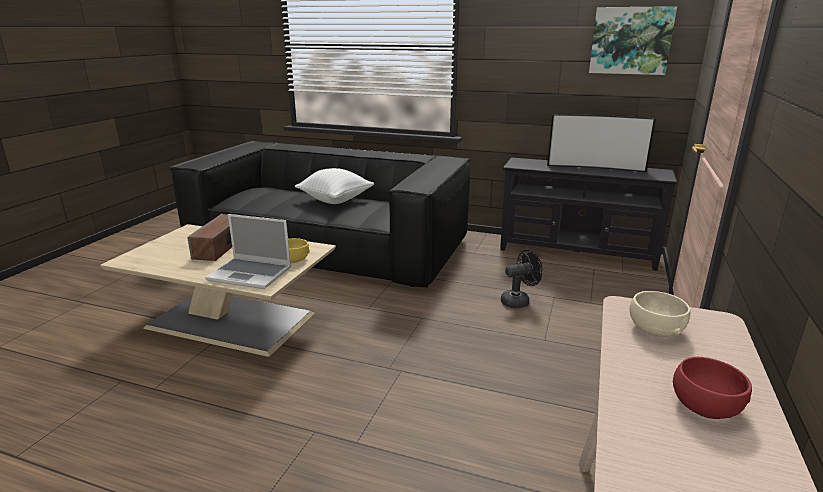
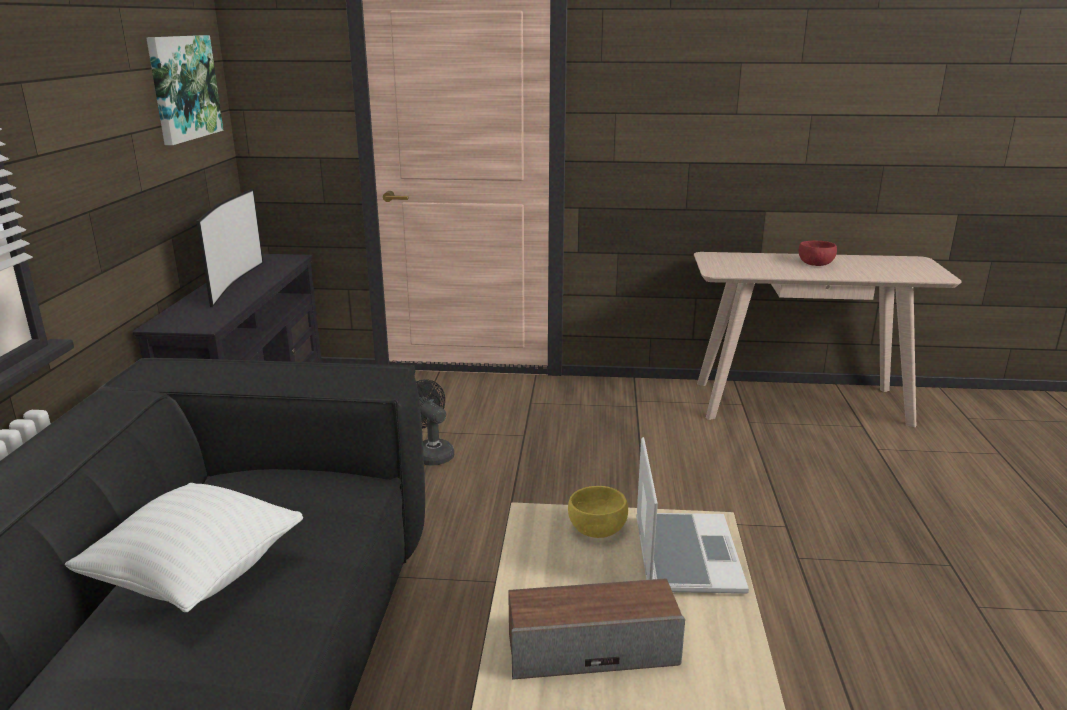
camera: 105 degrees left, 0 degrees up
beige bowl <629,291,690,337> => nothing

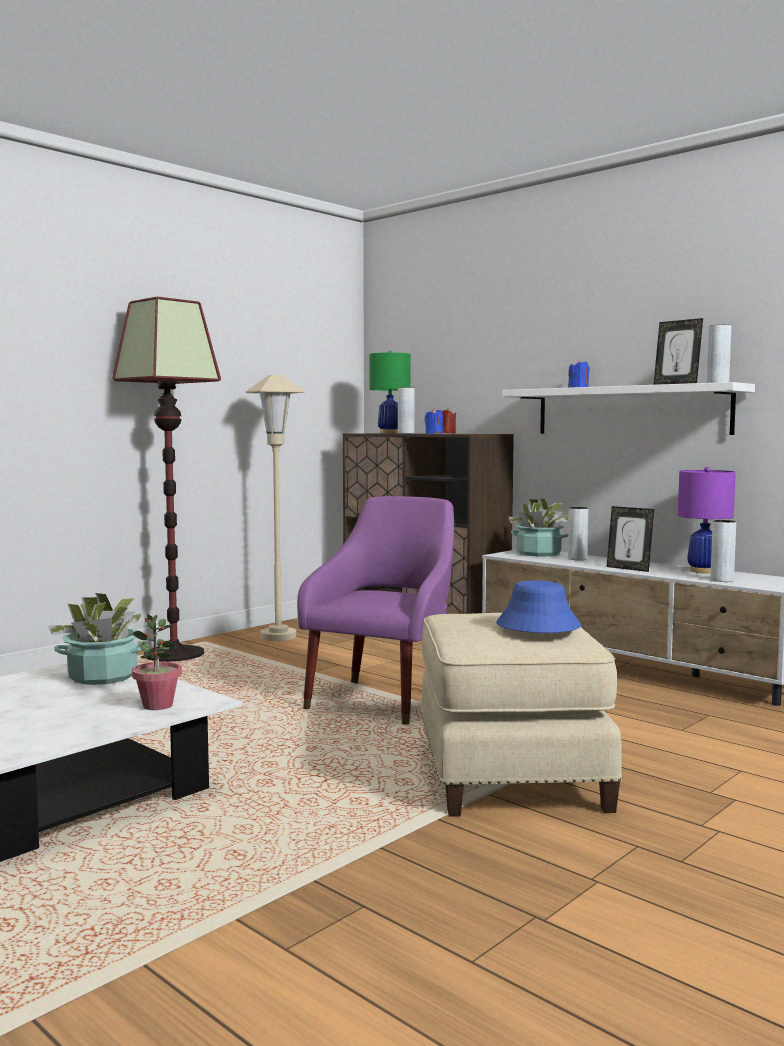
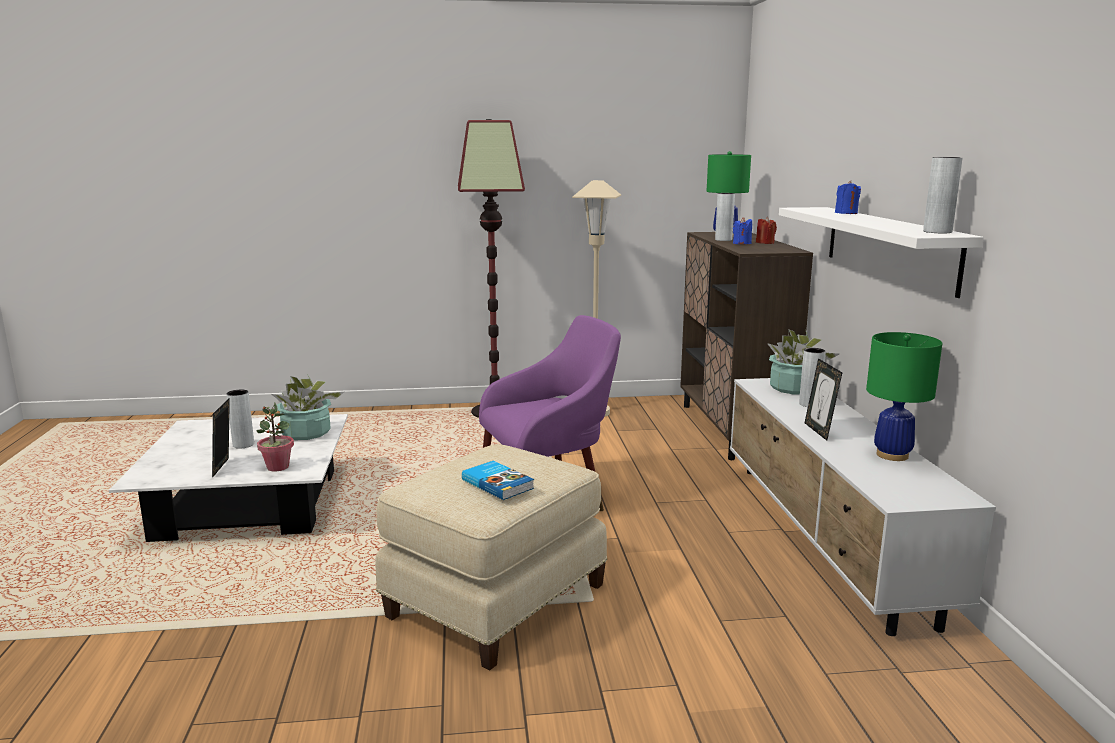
camera: 40 degrees right, 10 degrees up
picture frame <653,318,703,385> => picture frame <212,398,230,478>, relocated
purple table lamp <678,467,736,574> => green table lamp <866,332,943,461>
grey vase <710,520,736,582> => grey vase <226,389,254,448>, relocated
blue hat <496,580,581,633> => book <462,461,534,500>

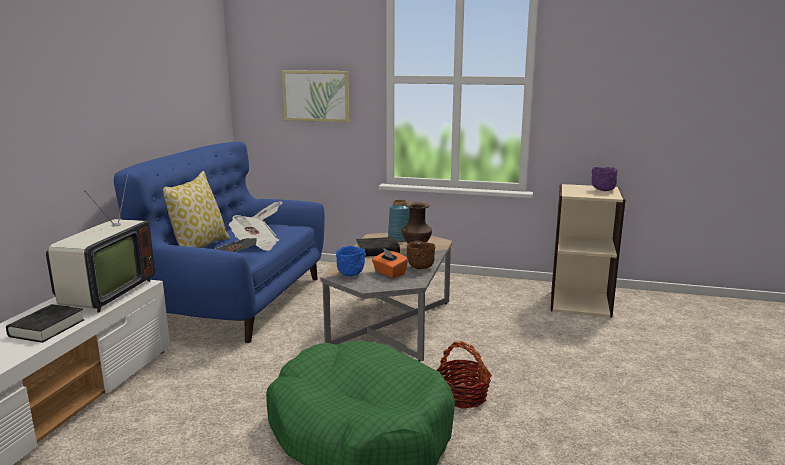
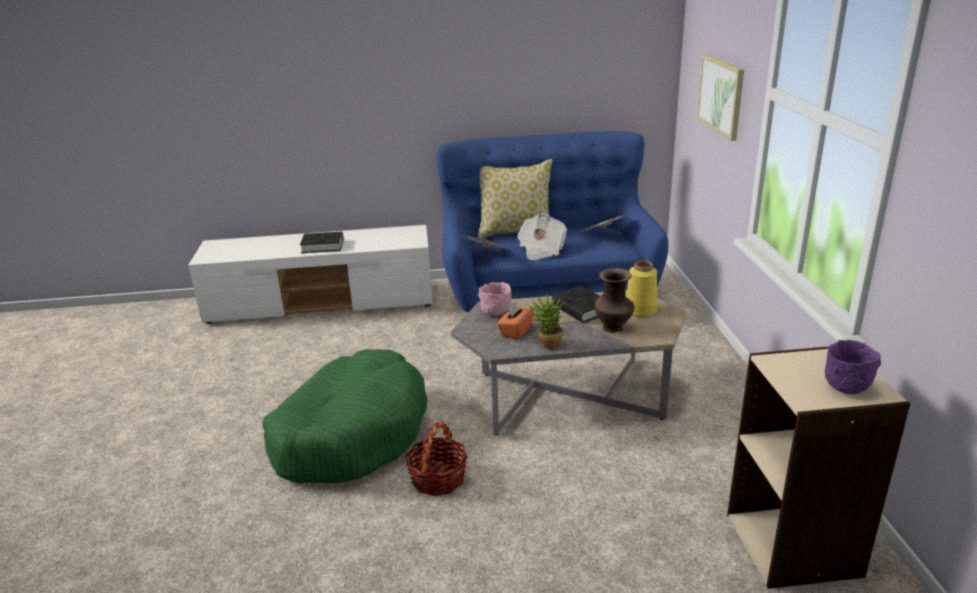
camera: 70 degrees right, 10 degrees up
television <46,174,155,313> => nothing
blue vase <388,199,409,242> => yellow vase <626,260,657,317>
brown bowl <407,241,436,269> => potted plant <526,291,565,349>
blue bowl <336,246,366,276> => pink bowl <478,282,512,316>

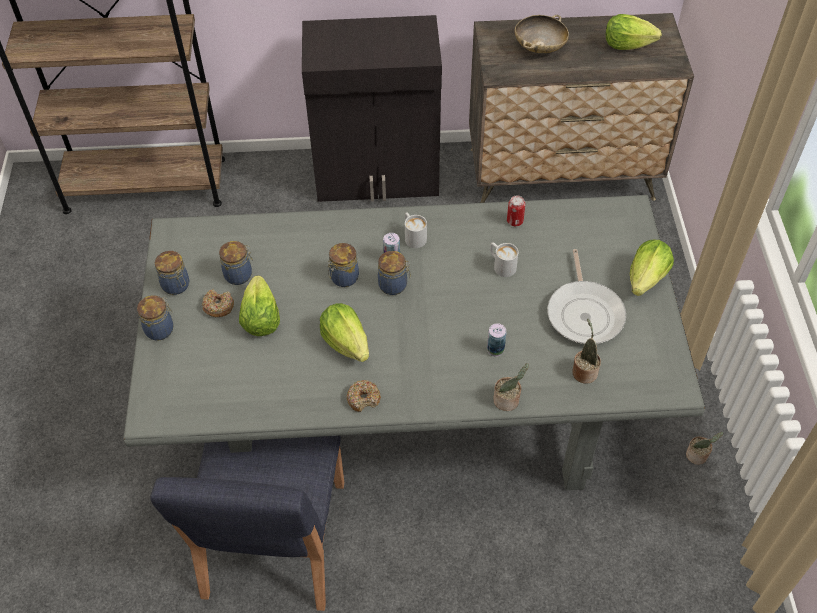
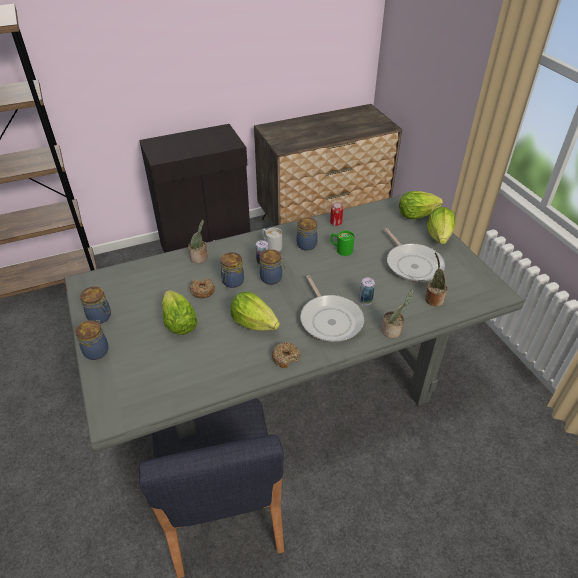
camera: 20 degrees left, 10 degrees down
lettuce <606,14,662,50> => lettuce <399,191,443,219>, relocated
beige bowl <515,15,569,53> => nothing
jar <219,241,253,285> => jar <297,217,318,251>, relocated
white mug <490,242,519,277> => green mug <331,231,355,256>
donut <202,289,234,317> => donut <190,278,215,298>, relocated
potted plant <686,432,723,465> => potted plant <188,220,207,263>, relocated
nothing => frying pan <300,275,364,342>

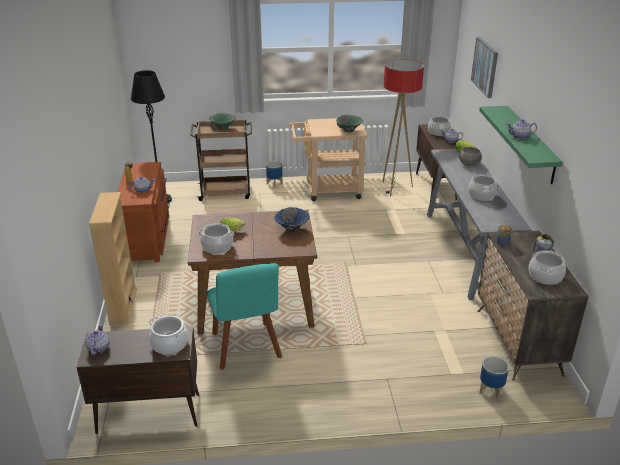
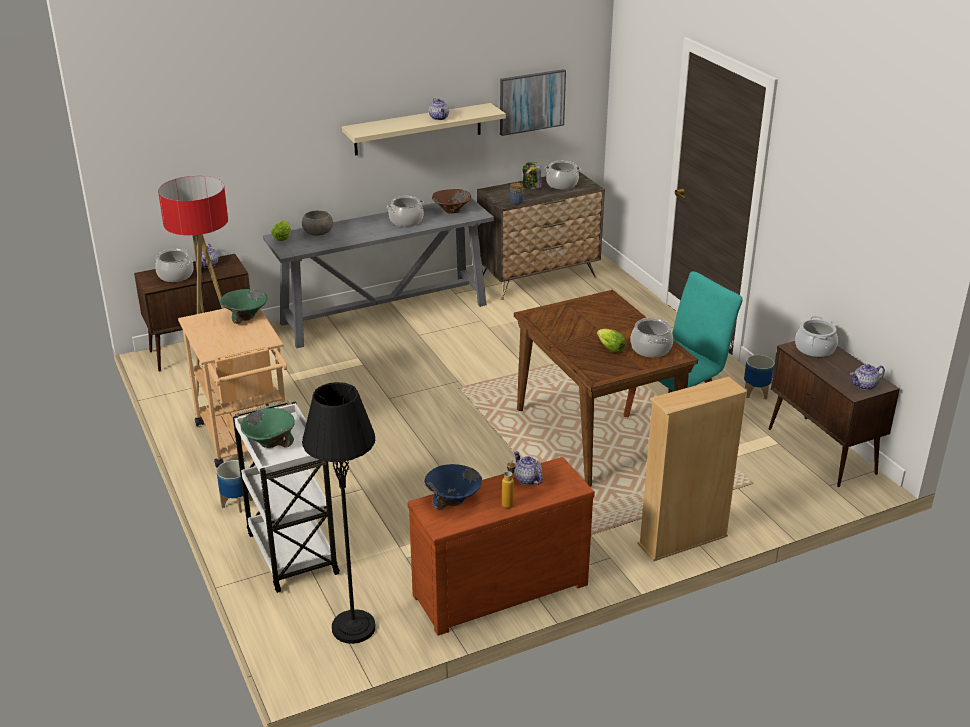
camera: 110 degrees left, 0 degrees up
picture <471,37,498,98> => picture <500,69,566,136>, relocated
green shelf <479,106,563,184> => beige shelf <342,103,506,155>
brown cart <190,120,252,201> => white cart <233,401,340,593>
blue bowl <274,207,309,232> => blue bowl <424,464,482,510>, relocated
planter <479,356,509,399> => planter <744,355,774,399>, relocated
nothing => brown bowl <432,189,471,214>

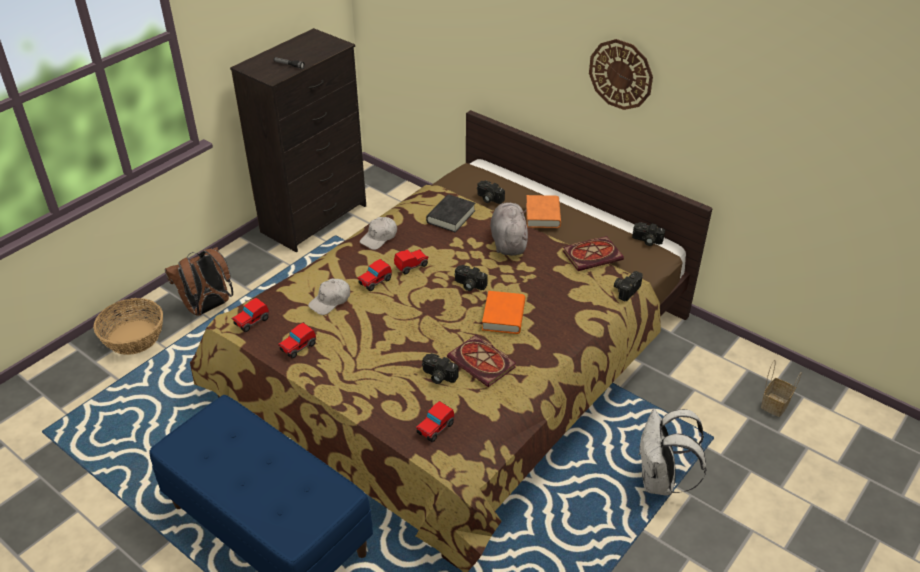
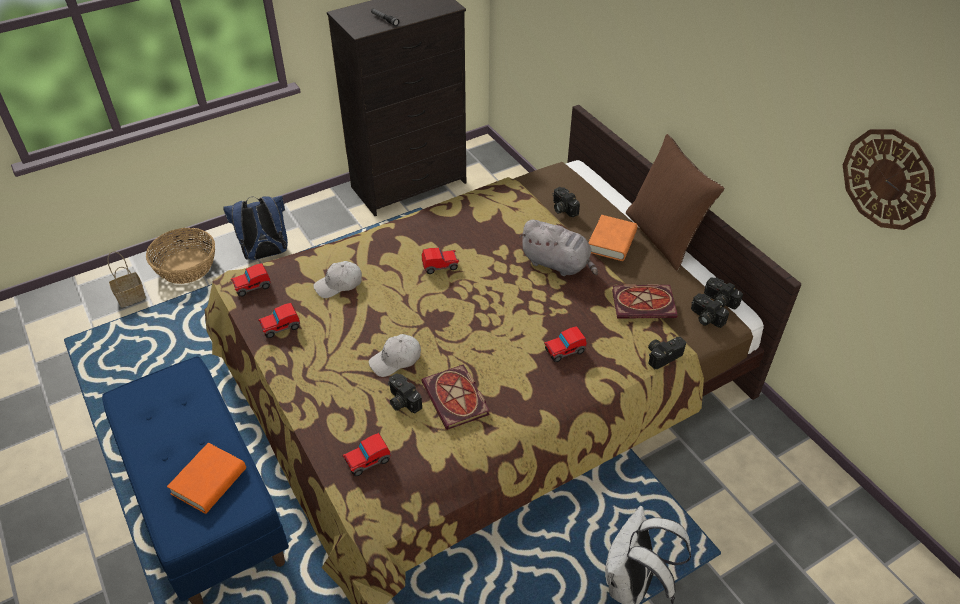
camera: 20 degrees right, 5 degrees up
wall clock <589,39,653,110> => wall clock <843,129,936,230>, relocated
black book <426,194,475,233> => nothing
grey plush toy <490,202,528,256> => grey plush toy <519,220,598,276>, 105 degrees clockwise
white cap <360,217,397,250> => white cap <369,334,421,377>, relocated
brown backpack <165,247,233,316> => blue backpack <223,196,288,260>
toy car <358,259,392,291> => toy car <544,326,587,362>, relocated
photo camera <454,265,488,291> => photo camera <691,293,729,328>, relocated
orange book <482,291,525,334> => orange book <167,443,246,514>, relocated
basket <761,360,802,417> => basket <107,251,146,308>, relocated
nothing => brown pillow <626,134,725,271>

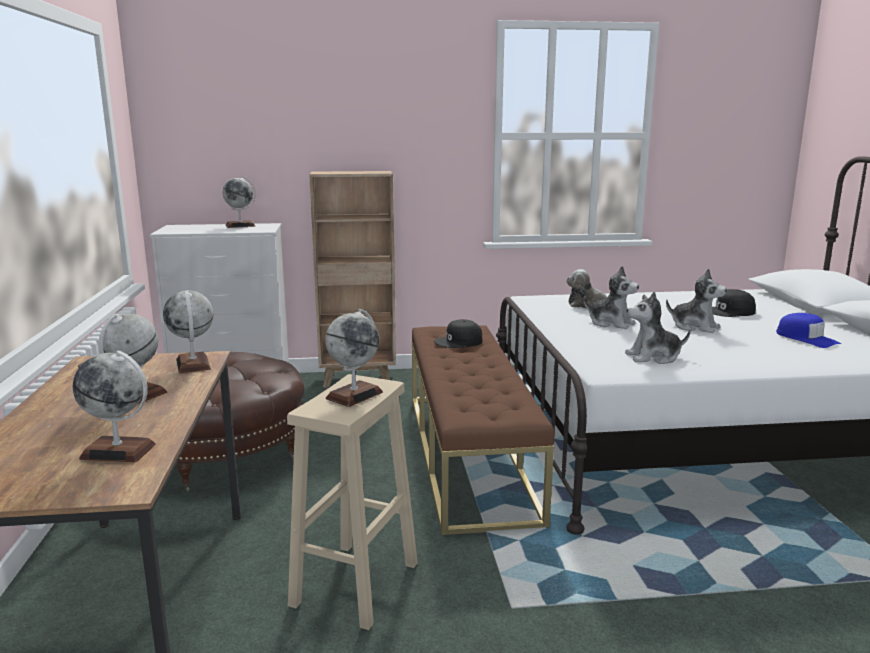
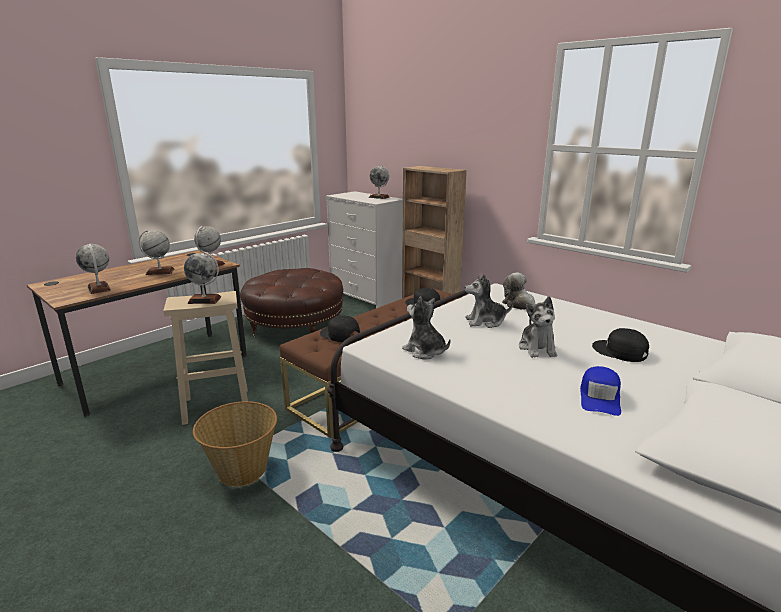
camera: 50 degrees right, 5 degrees up
plush toy <584,266,639,329> => plush toy <465,274,513,328>, 90 degrees clockwise
nothing => black cap <320,316,360,342>
nothing => basket <193,401,277,487>

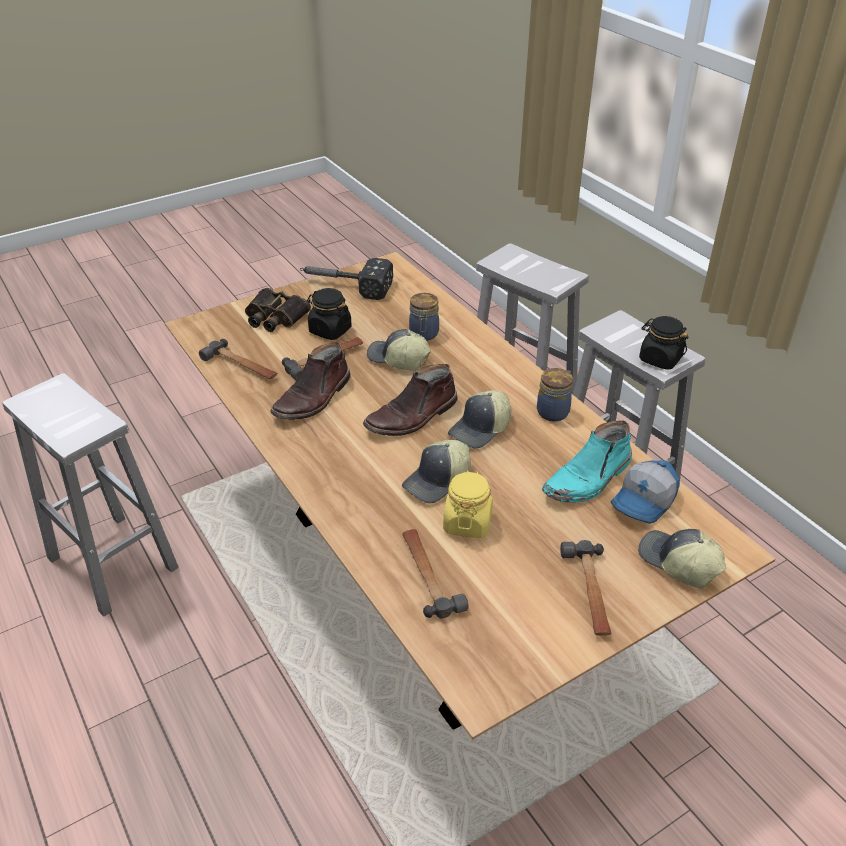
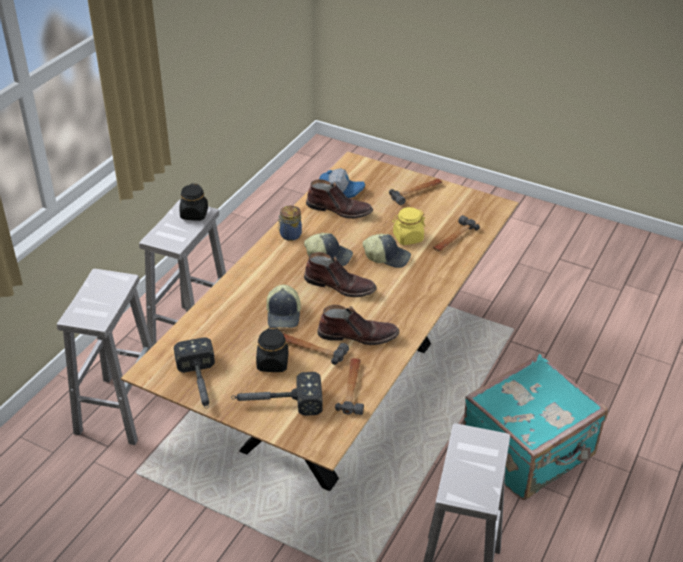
camera: 120 degrees left, 0 degrees up
binoculars <245,288,311,332> => hammer <231,372,322,416>
jar <409,293,439,341> => nothing
turquoise boot <542,420,632,503> => brown boot <306,179,373,219>
cap <638,529,726,588> => nothing
nothing => turquoise suitcase <463,354,608,500>

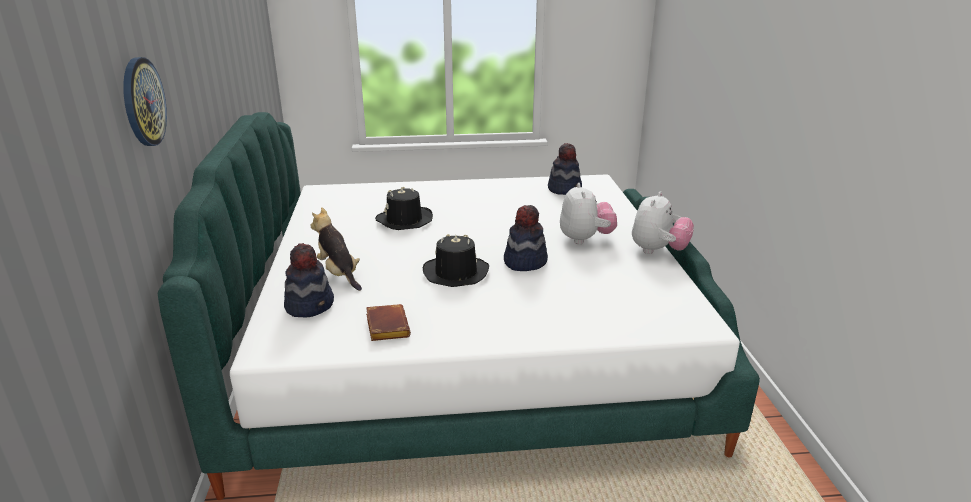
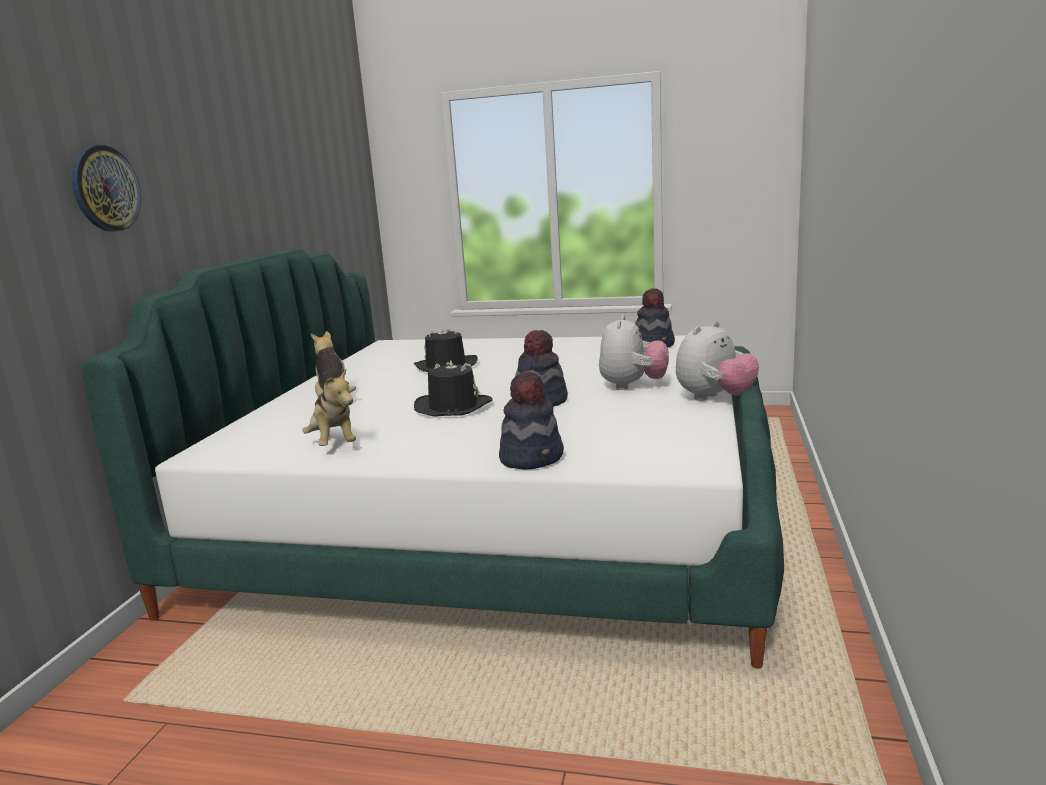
camera: 20 degrees right, 10 degrees down
hat <284,243,334,317> => hat <499,370,564,469>, relocated
brown book <366,304,411,341> => plush toy <302,369,356,446>

